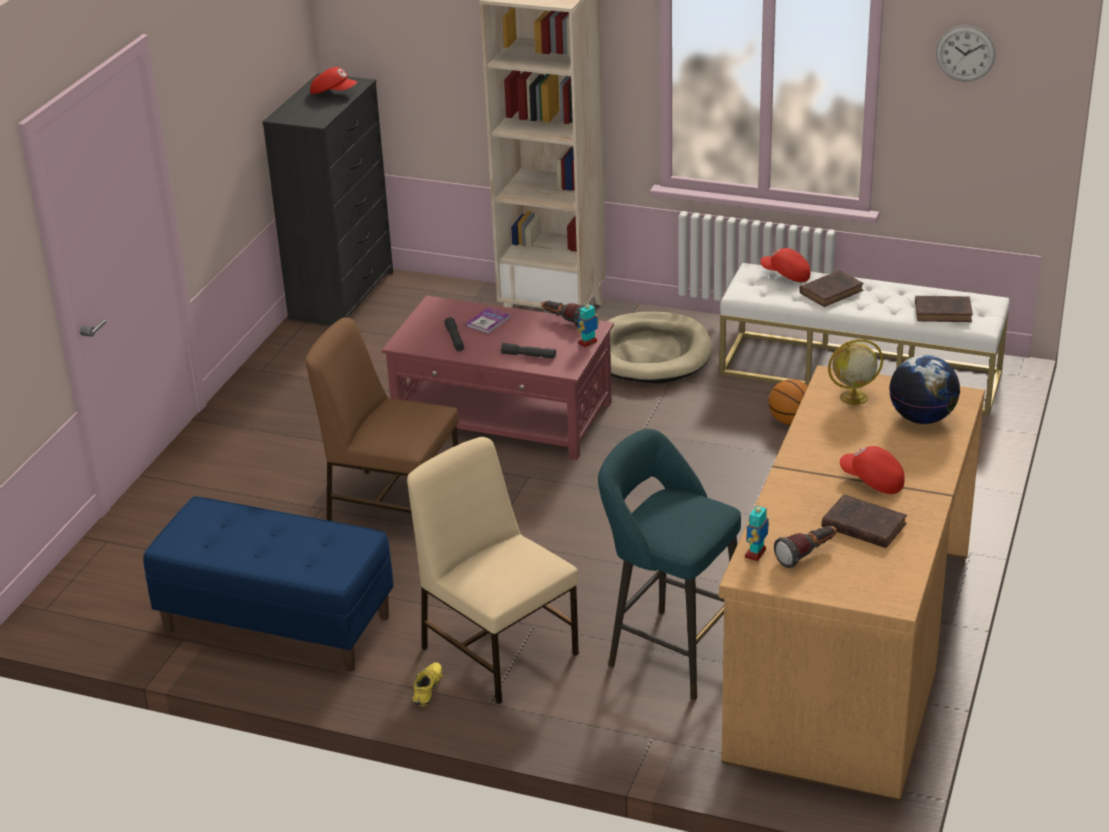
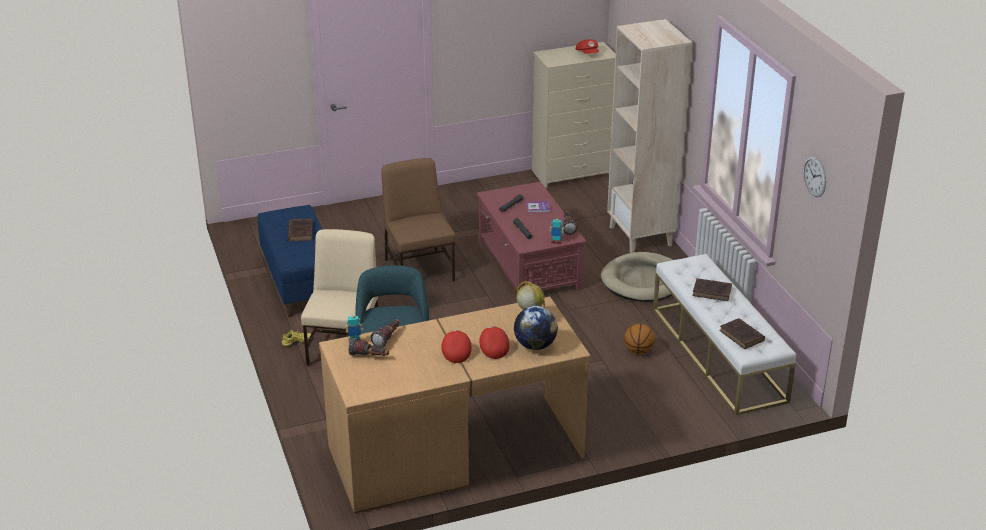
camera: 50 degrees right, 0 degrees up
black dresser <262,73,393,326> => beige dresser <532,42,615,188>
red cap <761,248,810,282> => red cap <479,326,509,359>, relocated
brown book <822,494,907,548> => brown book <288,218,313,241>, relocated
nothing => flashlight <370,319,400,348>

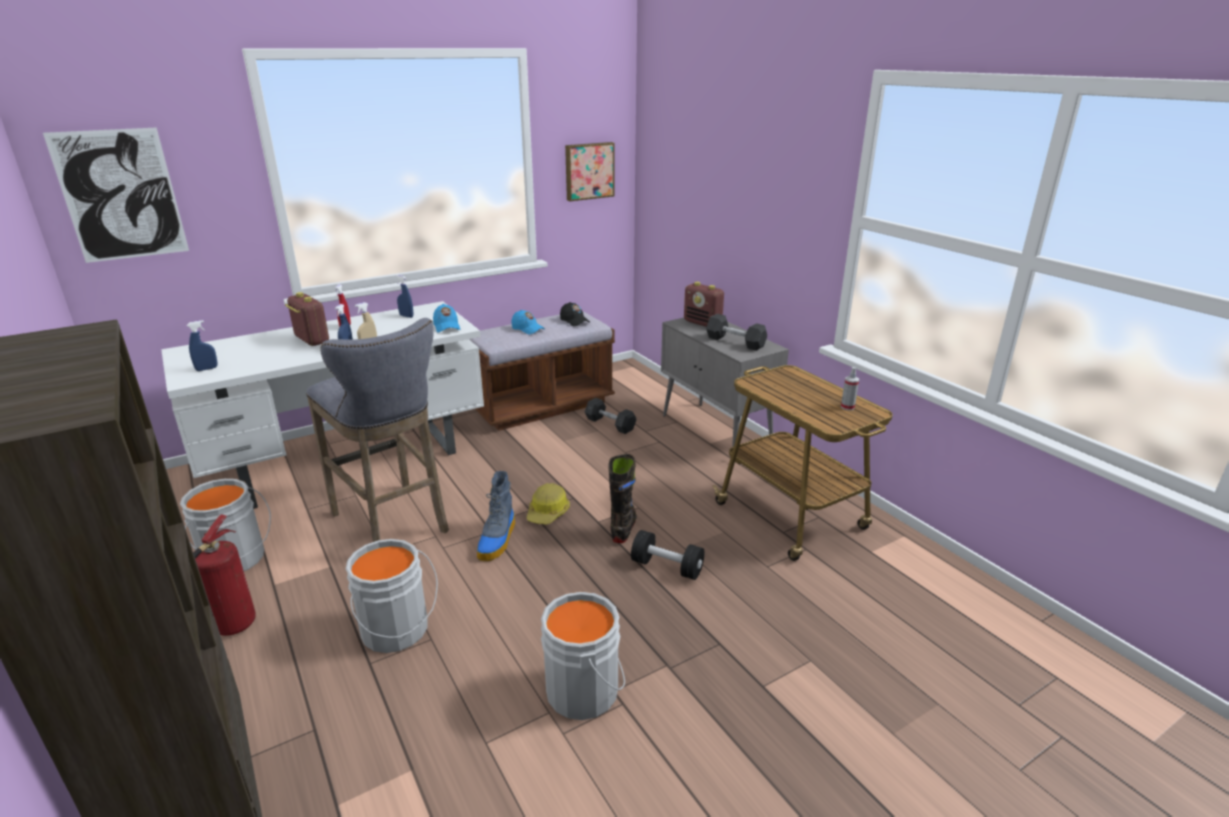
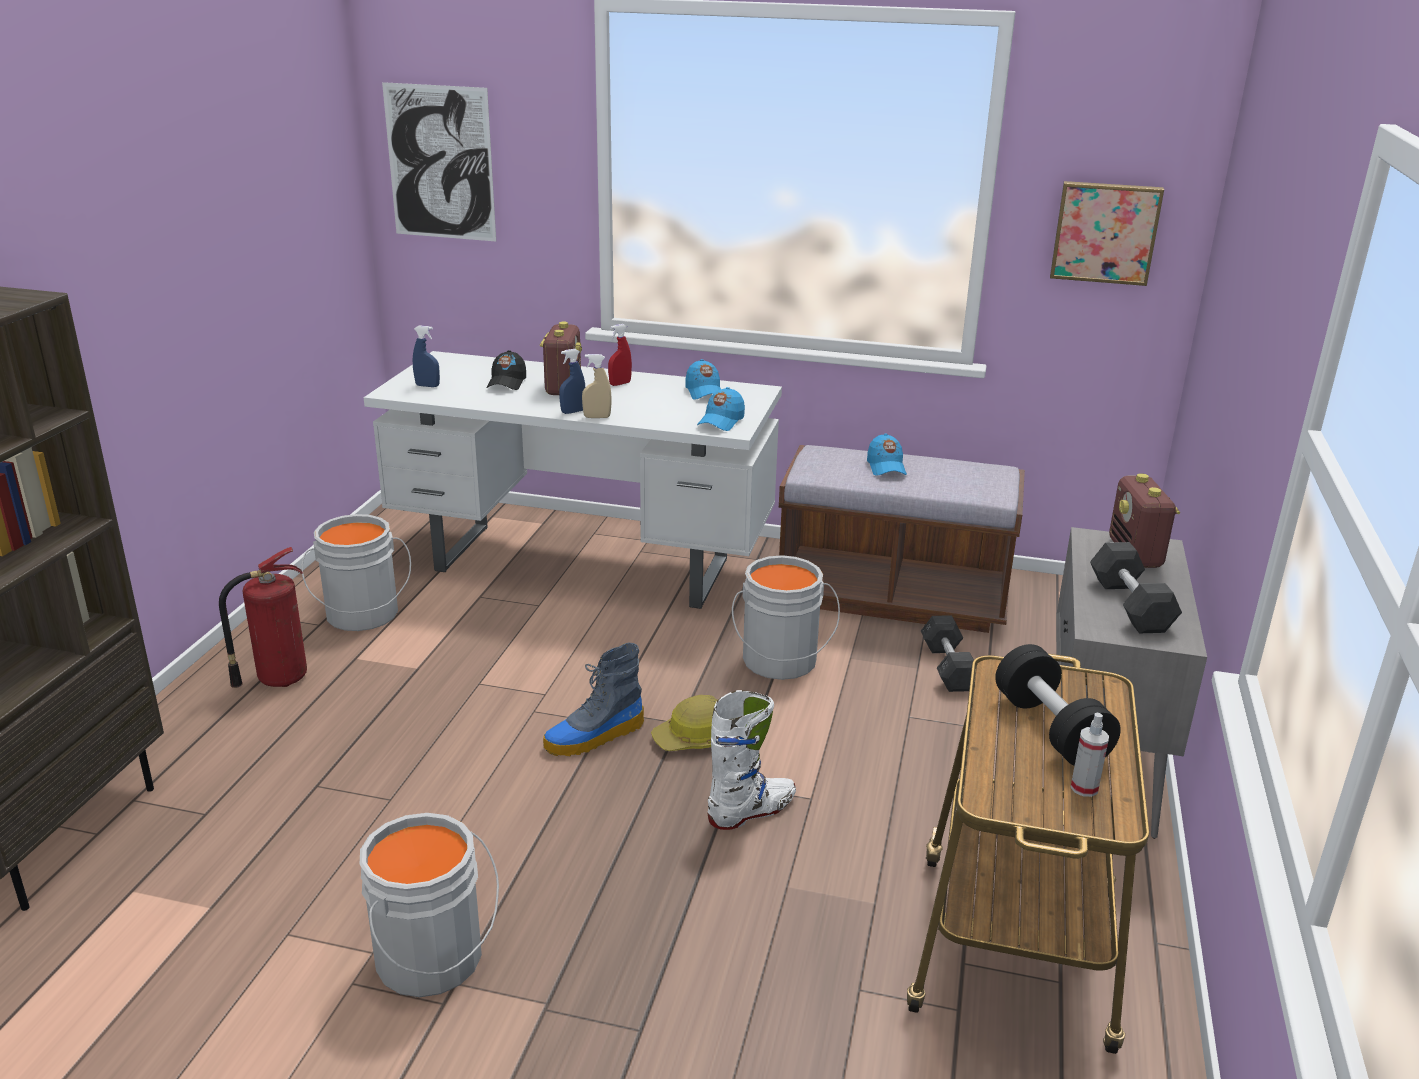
camera: 45 degrees right, 0 degrees up
blue spray bottle <395,275,413,318> => blue cap <685,359,721,400>
black cap <560,302,590,326> => black cap <486,350,526,390>, relocated
grey stool <306,318,449,542> => nothing
black boot <608,454,637,543> => white boot <708,690,796,830>
black dumbbell <631,530,705,580> => black dumbbell <995,644,1121,766>, relocated
grey bucket <346,539,438,653> => grey bucket <732,555,840,680>, relocated

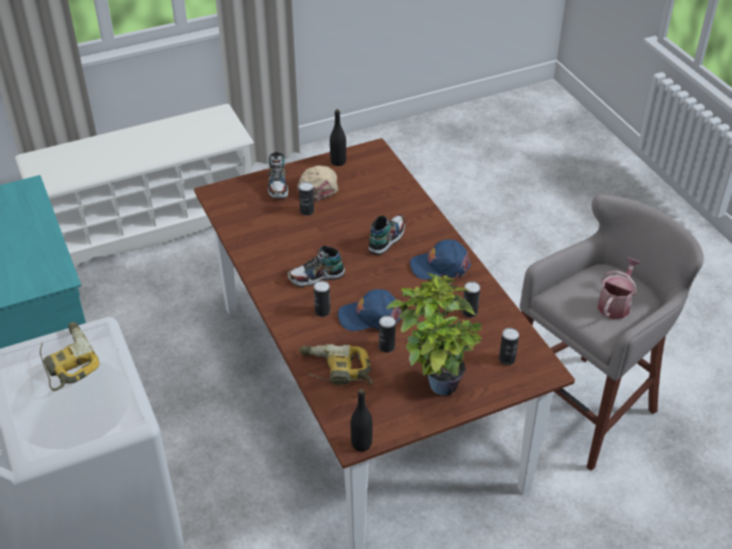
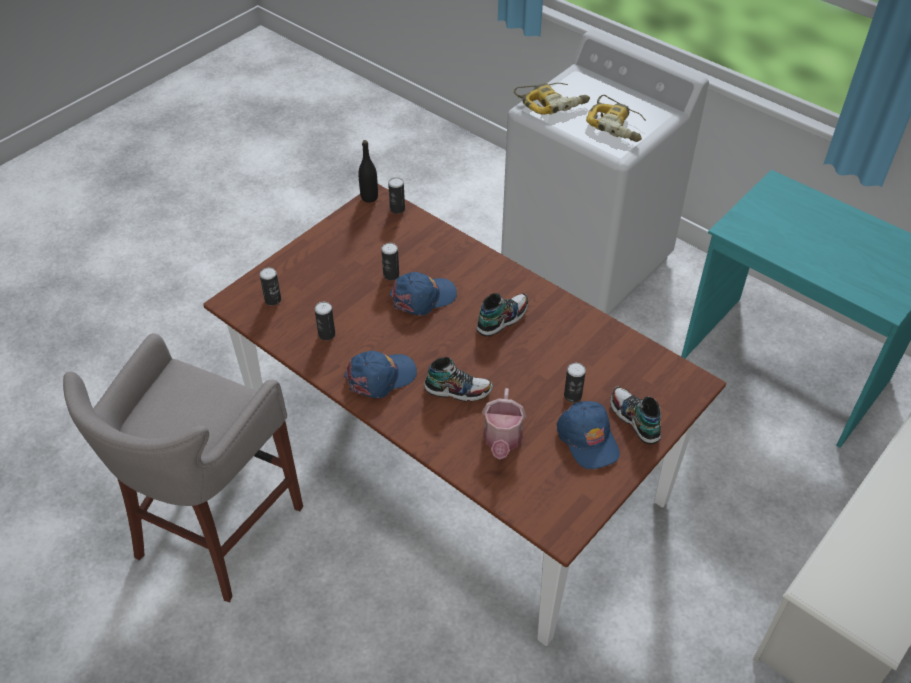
camera: 155 degrees right, 5 degrees up
black bottle <330,109,346,166> => nothing
beige cap <298,165,338,201> => blue cap <557,401,620,469>
shoe <368,215,405,255> => shoe <424,357,493,402>, 90 degrees counterclockwise
watering can <598,257,641,319> => watering can <482,388,527,459>, relocated
potted plant <387,273,483,396> => nothing
can <314,281,330,317> => can <388,177,405,214>, relocated
power drill <299,344,372,385> => power drill <514,83,590,115>, relocated

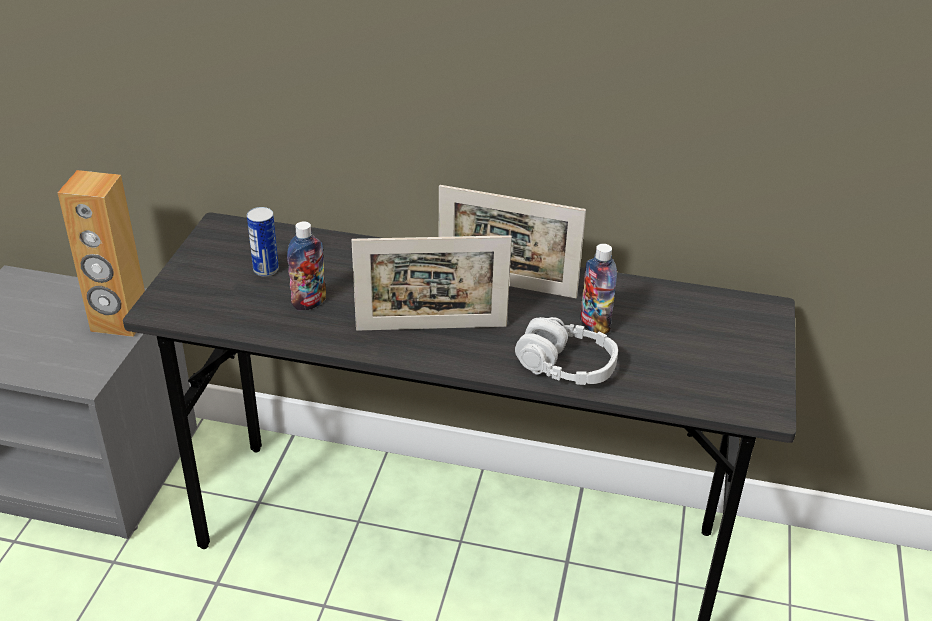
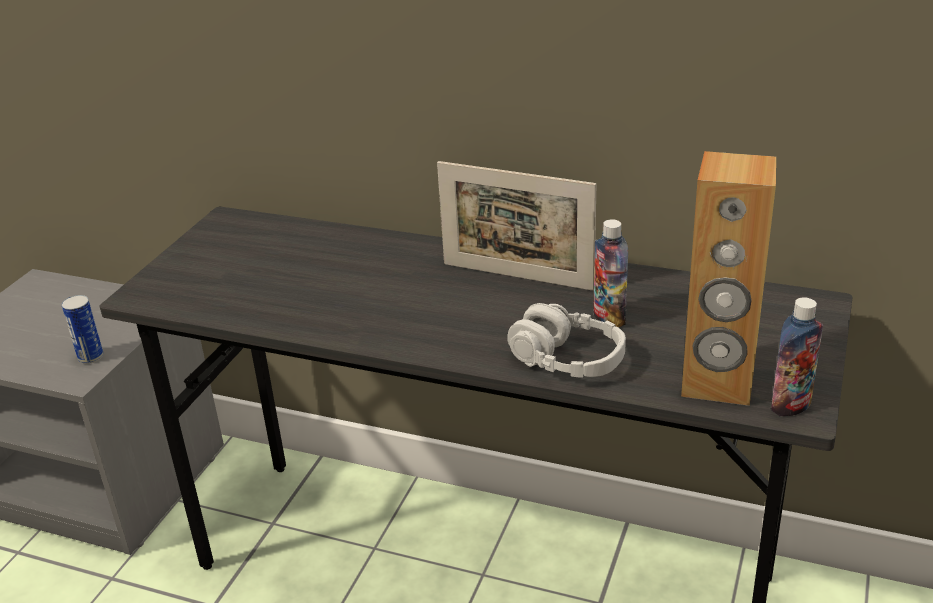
camera: 10 degrees right, 5 degrees down
brown speaker <58,170,145,337> => brown speaker <681,151,776,406>, relocated
can <247,207,279,277> => can <61,295,103,364>, relocated
bottle <287,221,326,311> => bottle <771,297,823,417>, relocated
picture frame <352,235,512,331> => nothing

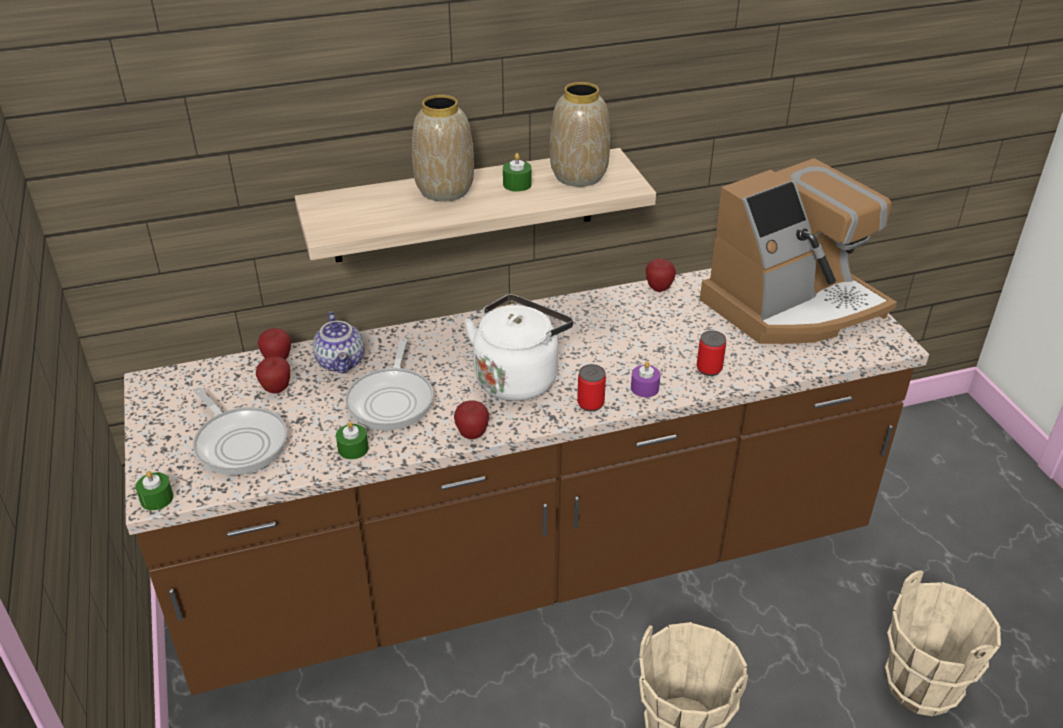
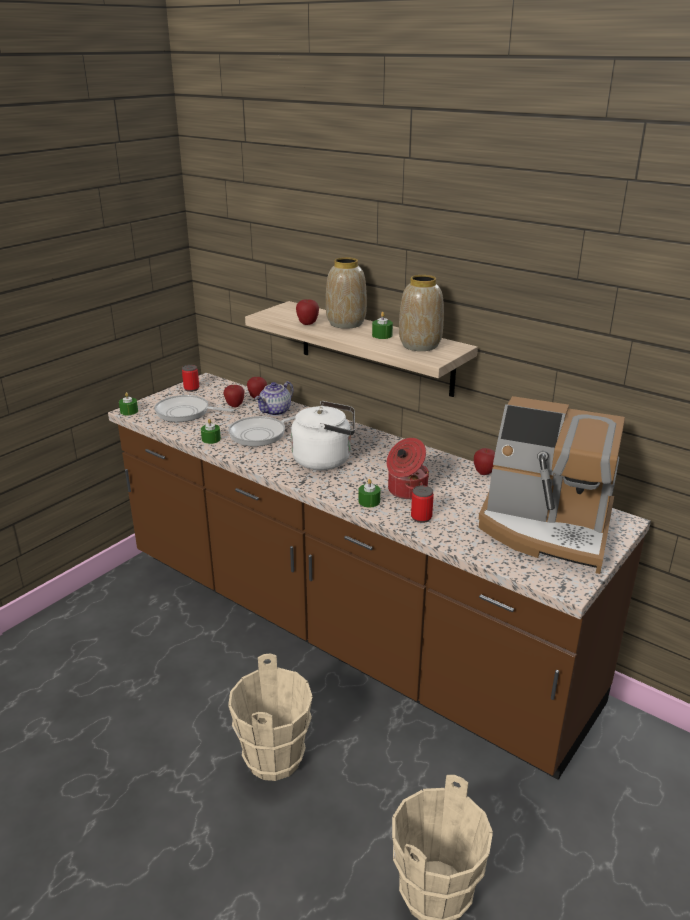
camera: 55 degrees right, 10 degrees down
purple candle <631,361,661,397> => green candle <358,479,380,507>
can <577,364,606,412> => can <182,365,199,392>, relocated
frying pan <193,387,287,475> => frying pan <154,395,234,422>, 90 degrees clockwise
apple <454,400,489,439> => apple <296,299,319,325>, relocated
nothing => cooking pot <387,438,429,499>

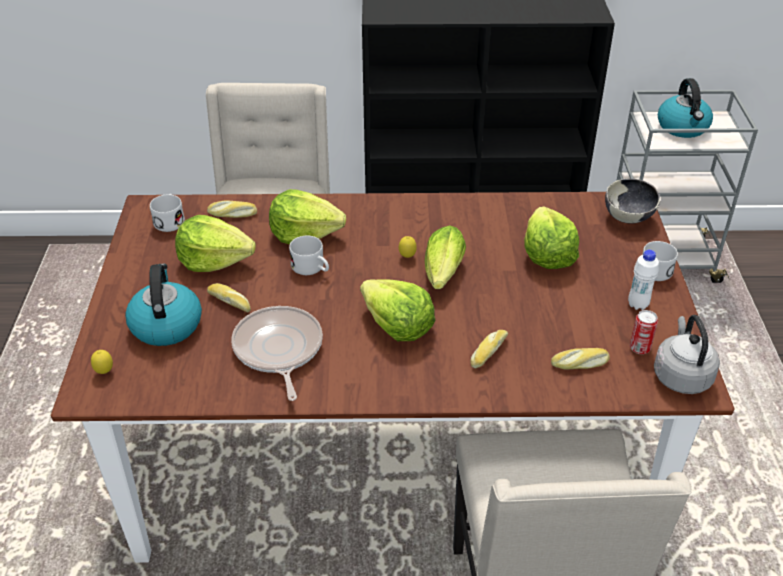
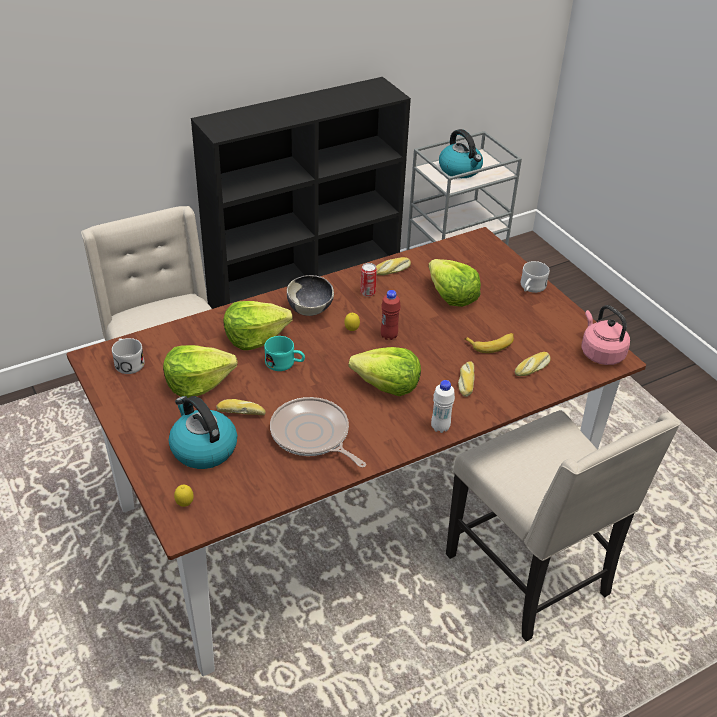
camera: 30 degrees left, 0 degrees up
bowl <605,179,660,224> => bowl <287,275,334,316>, relocated
bread <207,200,257,218> => bread <376,257,411,275>, relocated
lettuce <425,225,466,289> => red bottle <381,290,401,340>
white mug <289,236,329,275> => turquoise mug <264,336,305,371>
white bottle <628,250,659,310> => white bottle <431,380,455,433>, relocated
can <630,310,658,354> => can <360,263,377,297>, relocated
grey kettle <654,315,720,394> => pink kettle <581,305,630,365>
nothing => banana <464,333,514,353>

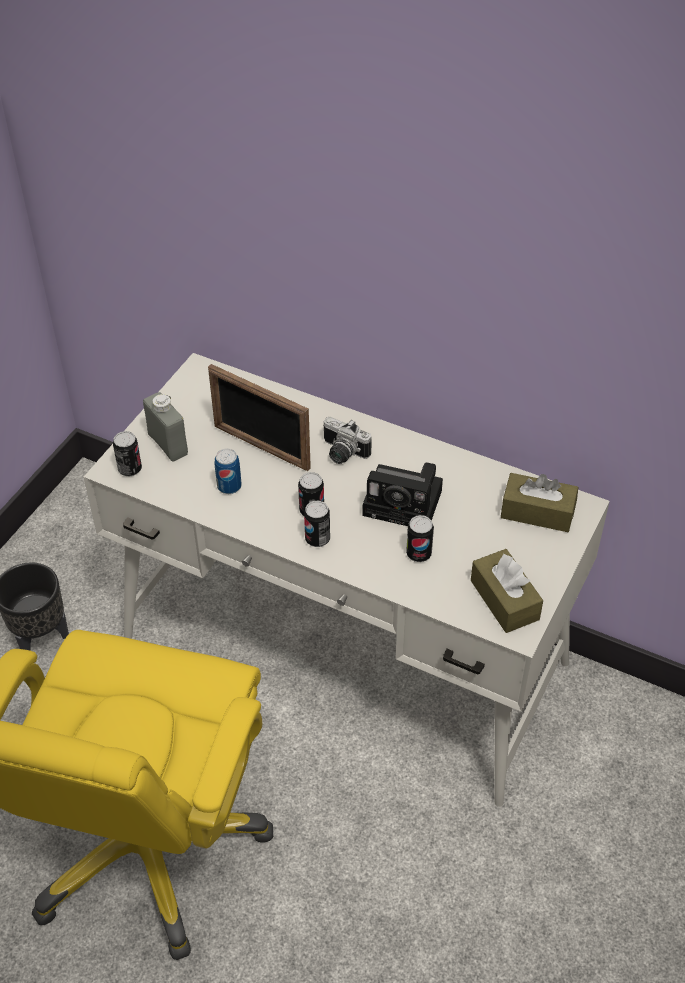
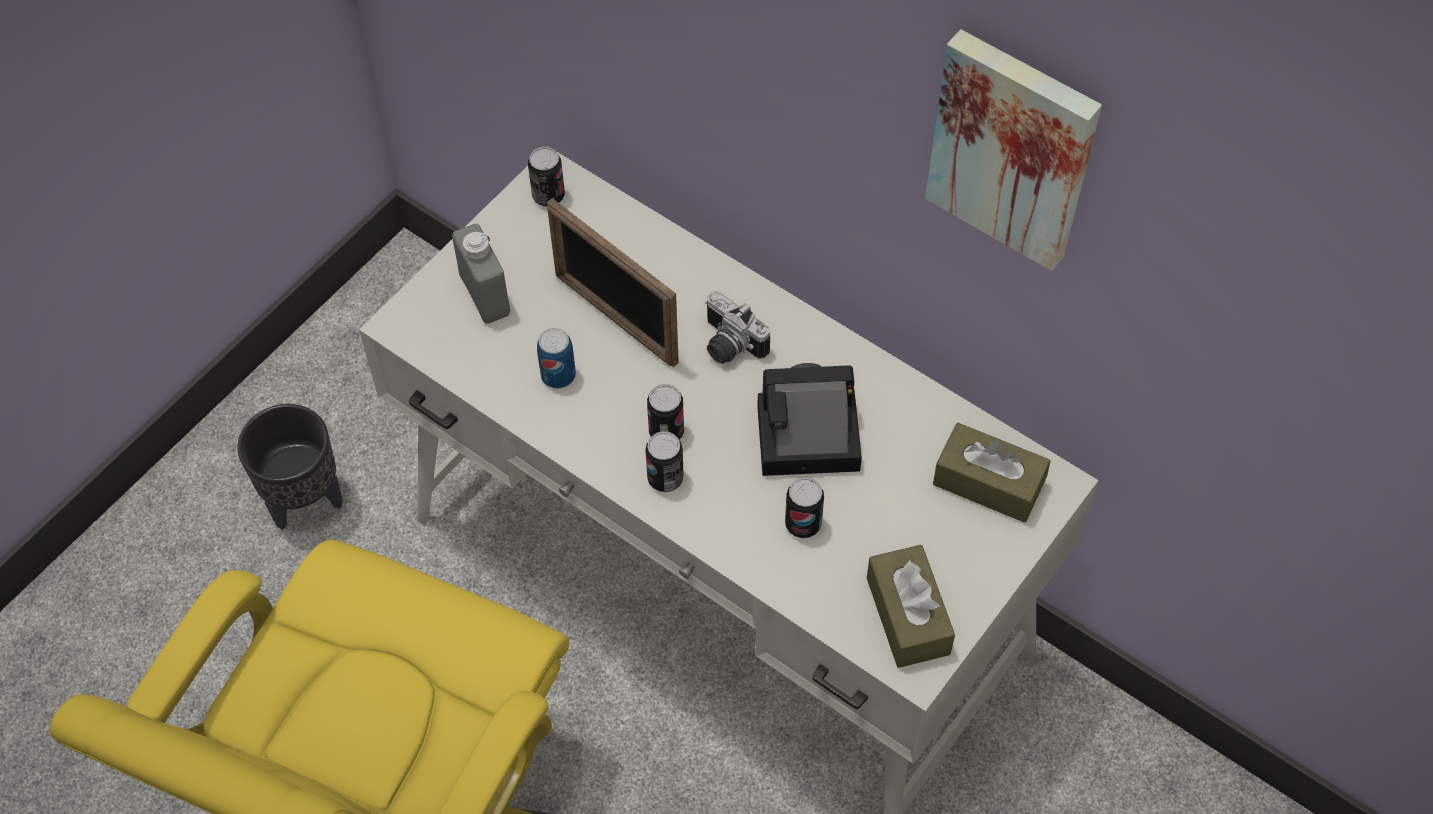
camera: 10 degrees right, 10 degrees up
can <113,431,142,477> => can <528,147,565,207>, relocated
photo camera <362,462,443,526> => photo camera <757,363,862,476>, 150 degrees clockwise
nothing => picture <925,29,1102,271>

